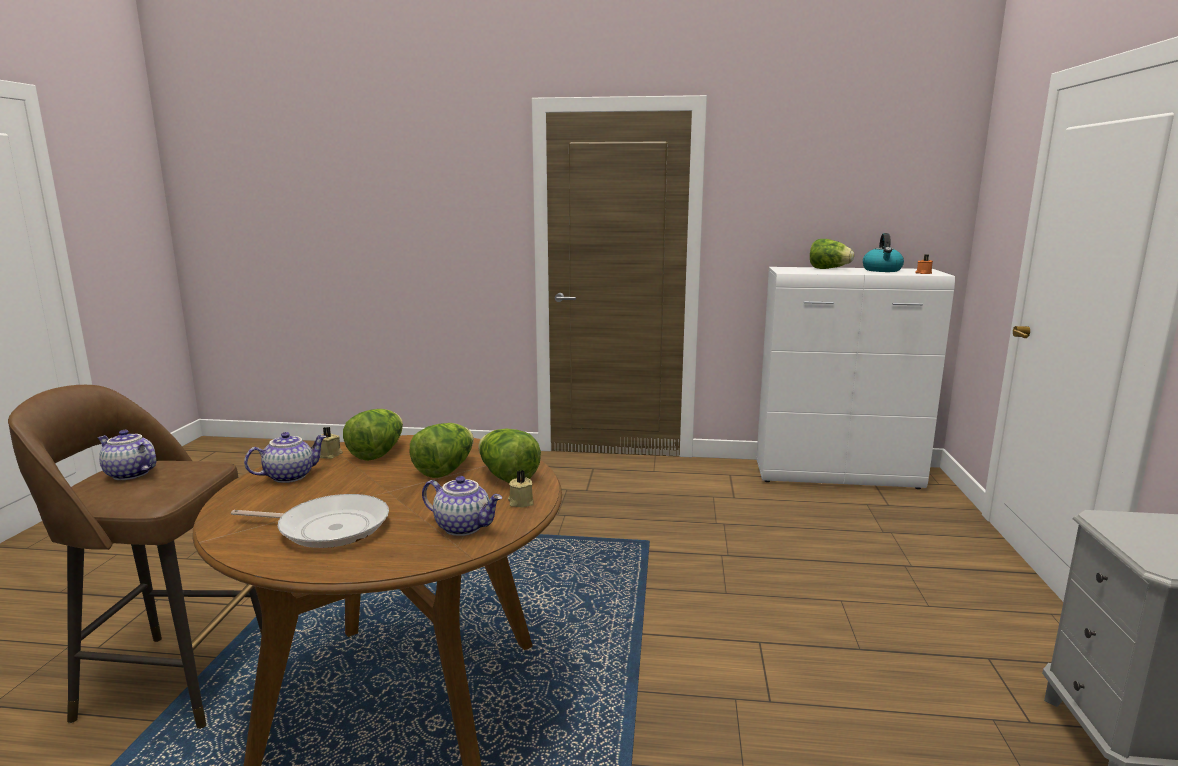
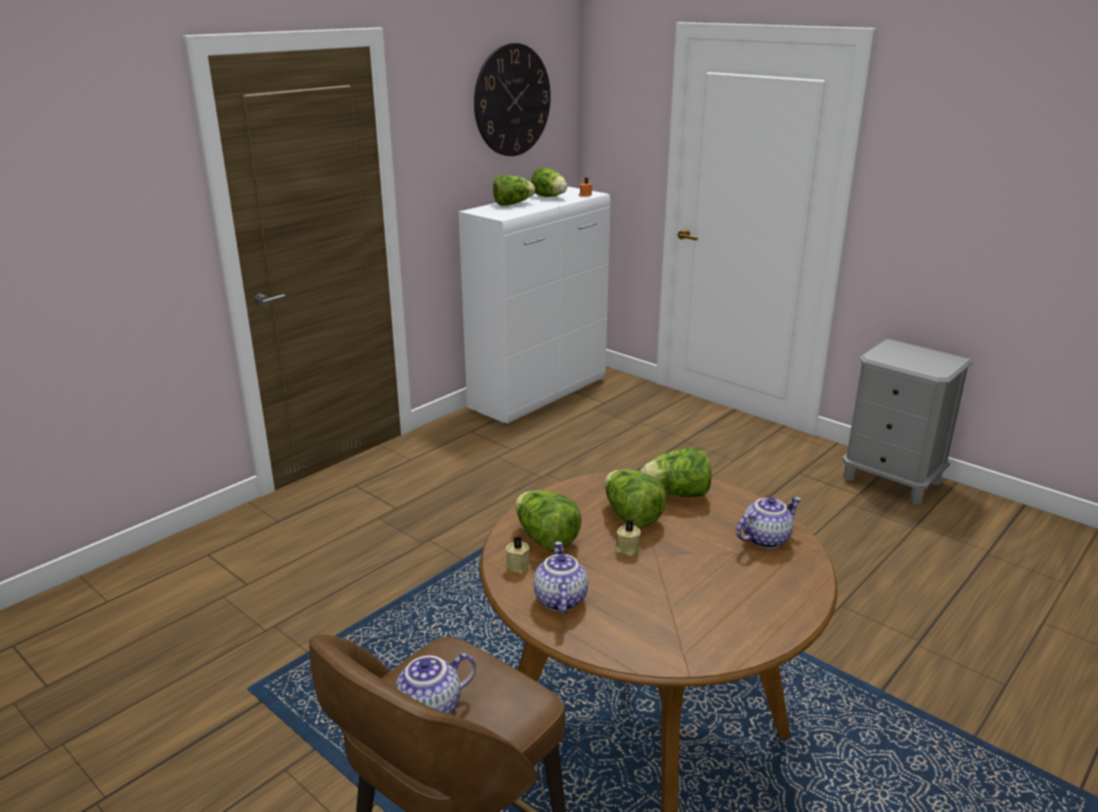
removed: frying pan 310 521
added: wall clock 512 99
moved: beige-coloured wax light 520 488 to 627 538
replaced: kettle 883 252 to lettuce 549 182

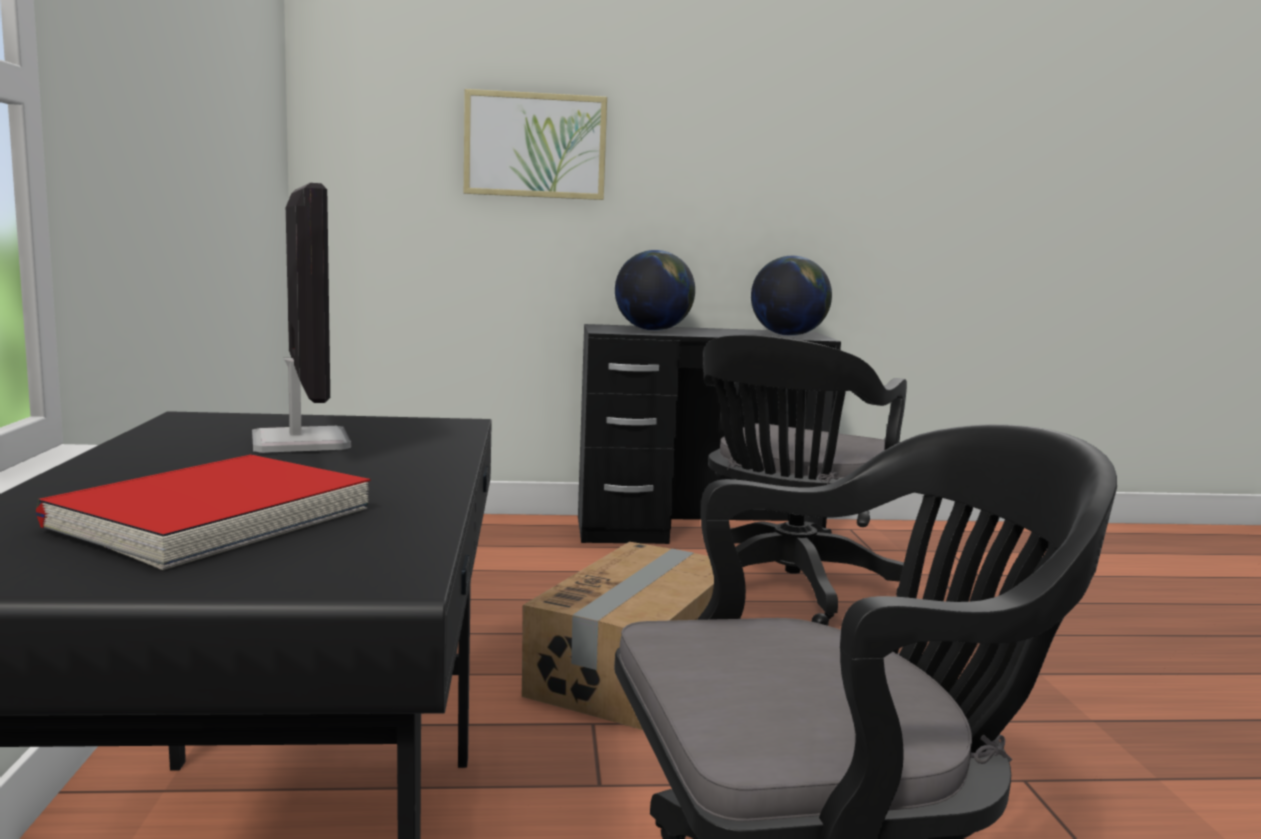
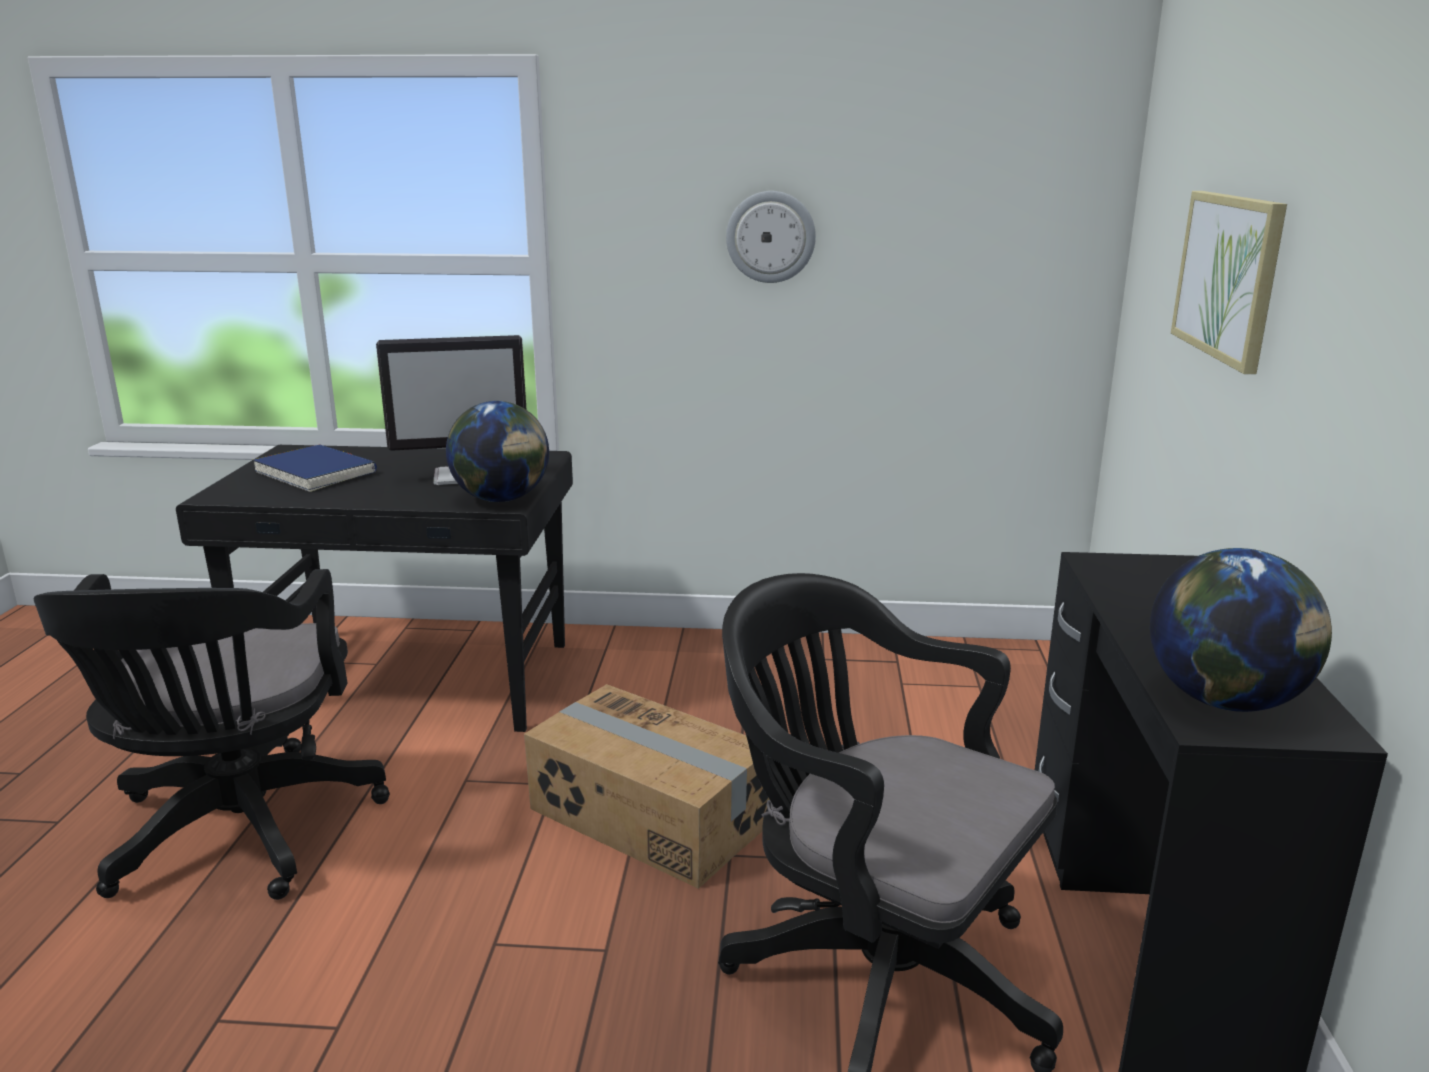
added: wall clock 771 237
moved: world globe 655 290 to 497 451
recoloured: red volume 203 512 to blue-coloured volume 314 468

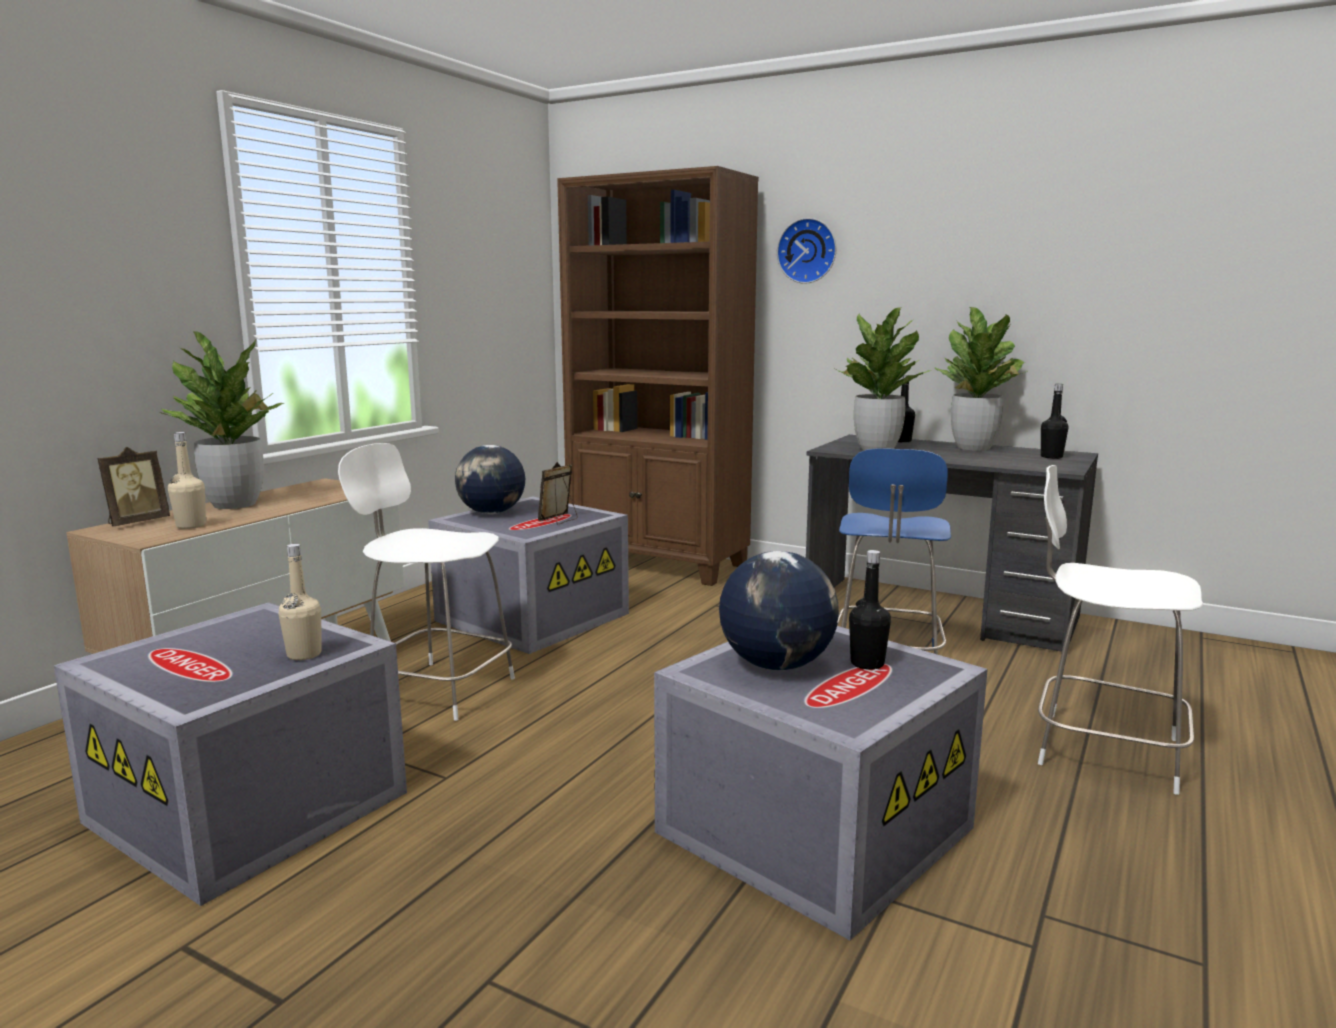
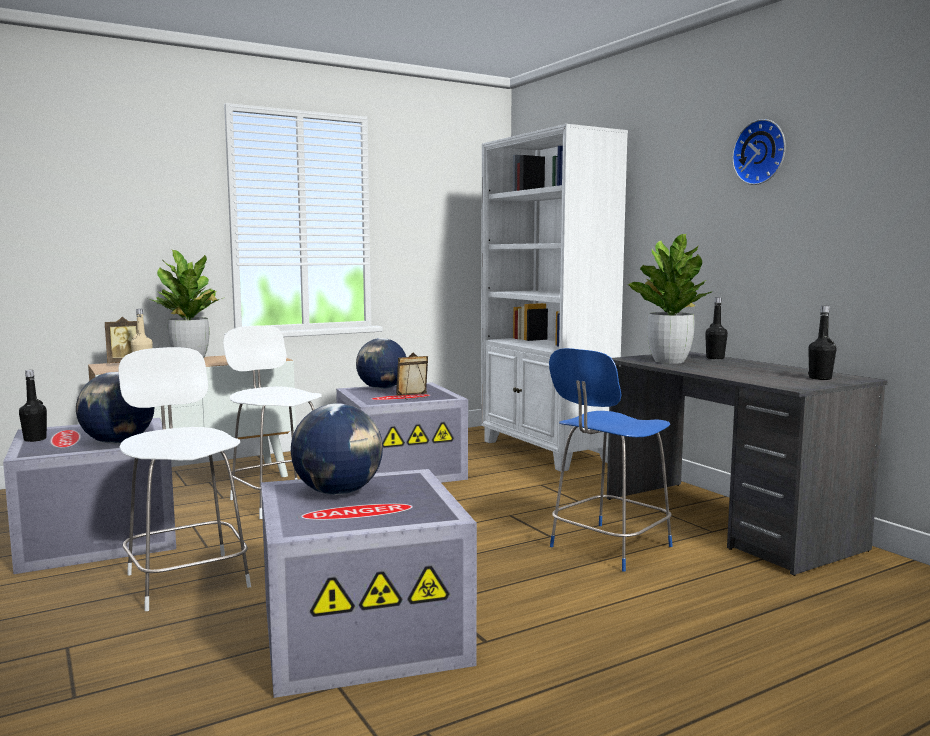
removed: houseplant 980 379
moved: wall clock 806 251 to 759 152; black-coloured bottle 870 610 to 33 406; white-coloured chair 1120 630 to 184 479
replaced: beige-coloured bottle 300 602 to world globe 115 408
recoloured: brown-coloured bookshelf 658 376 to white-coloured bookshelf 554 298

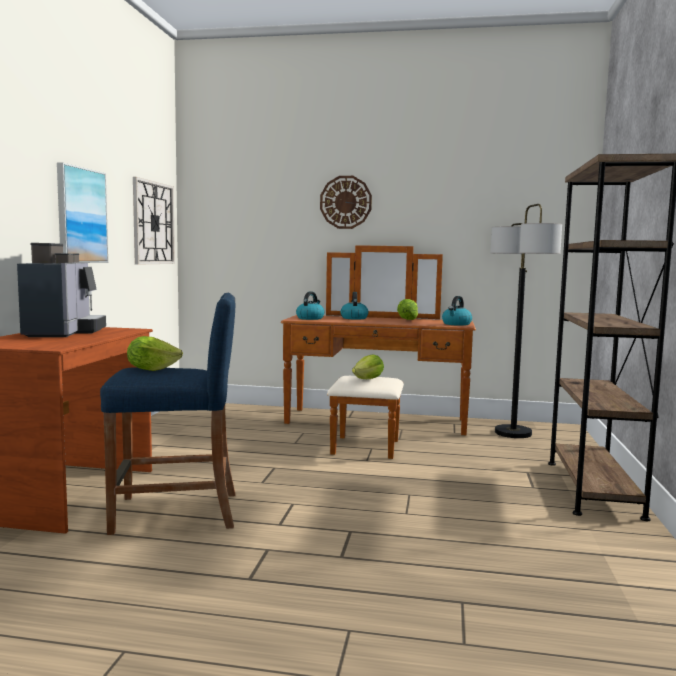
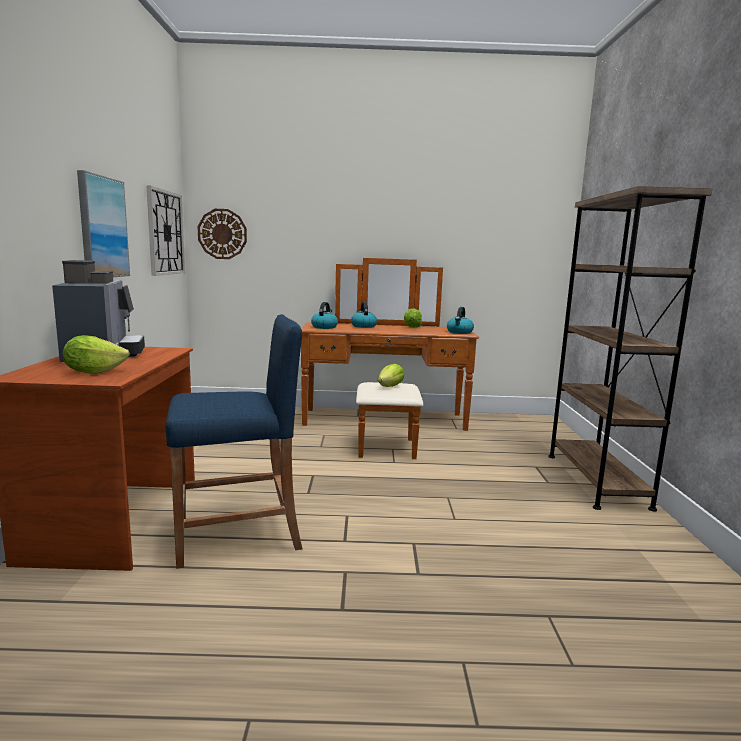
removed: standard lamp 526 321
moved: lettuce 155 353 to 96 354; wall clock 346 202 to 222 234

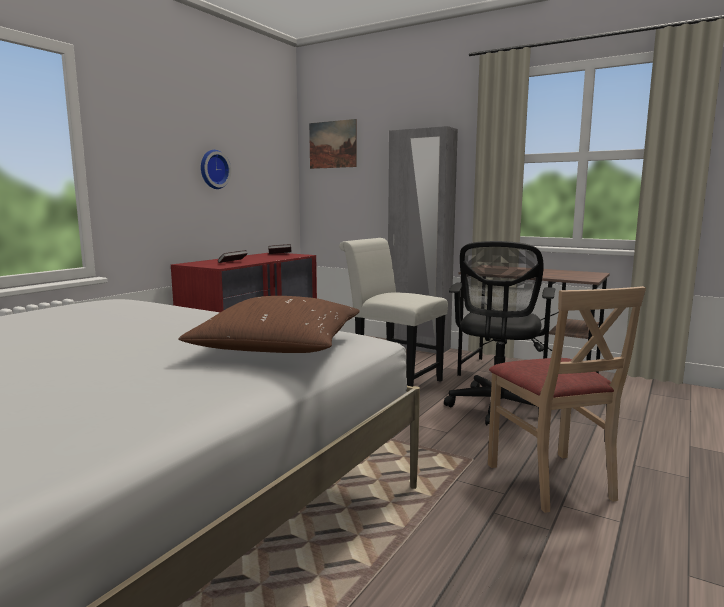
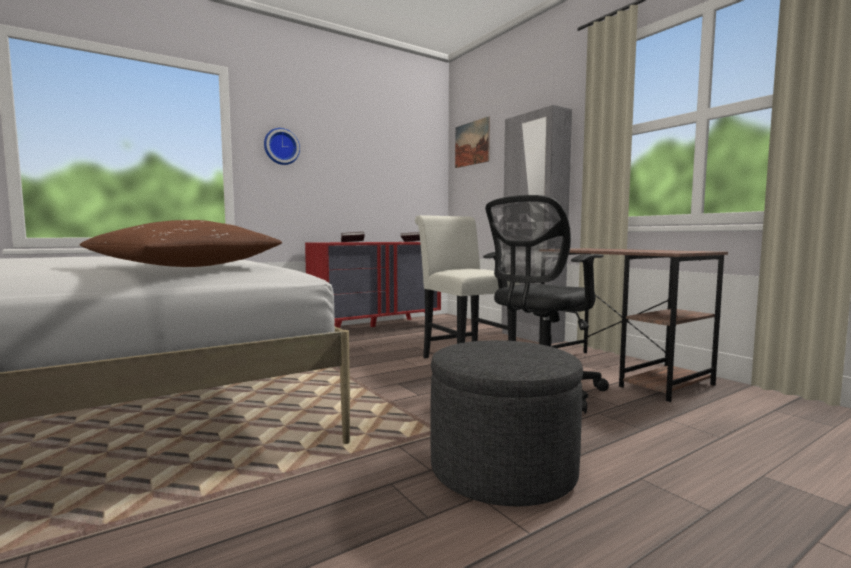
moved: wall clock 216 169 to 282 146
replaced: beige-coloured chair 567 399 to greyish pouffe 506 423

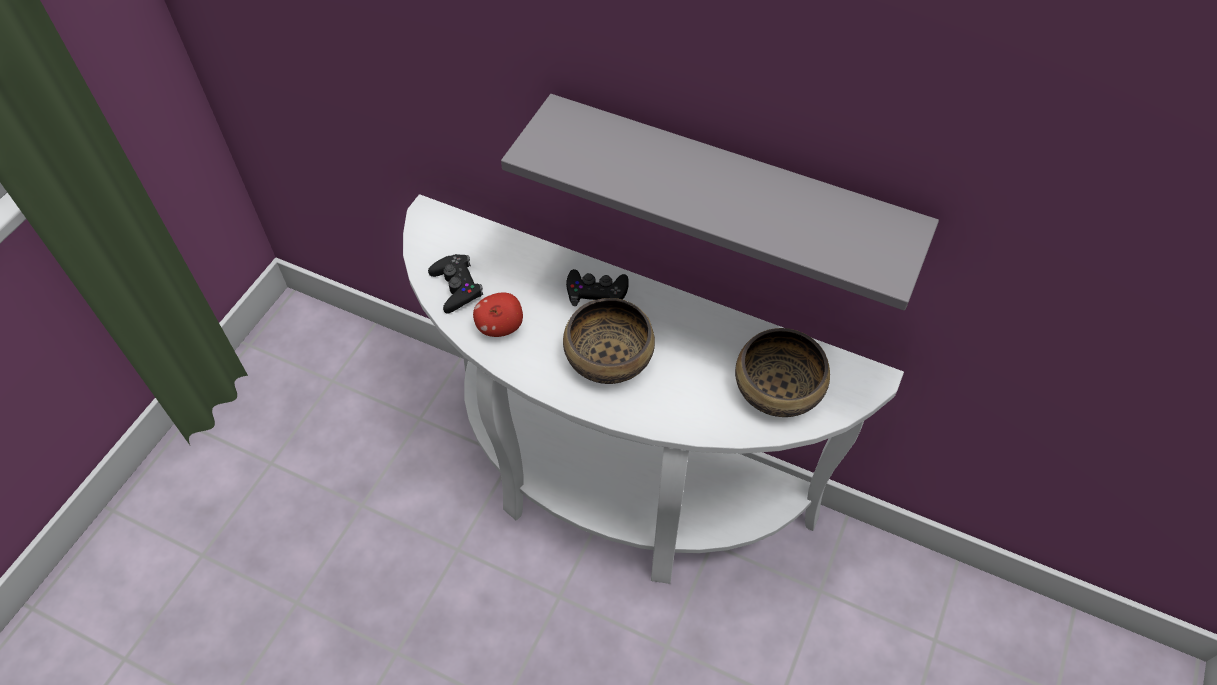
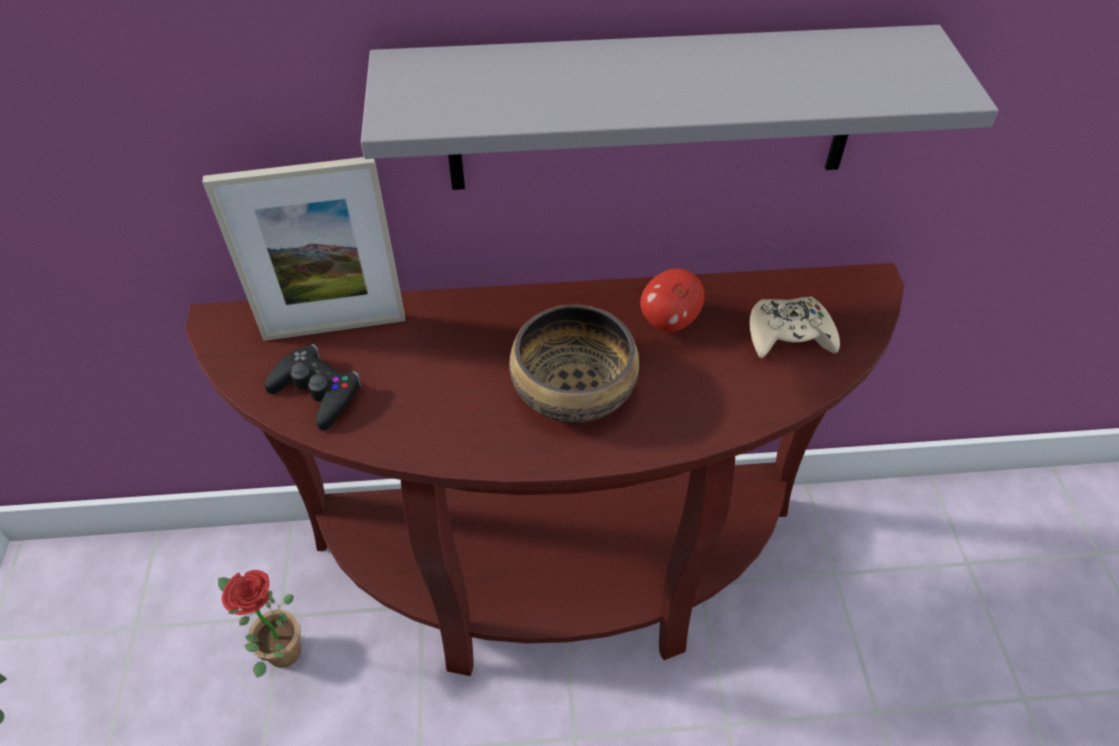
removed: black-coloured joypad 597 287
added: photo frame 304 249; houseplant 259 624
moved: whole apple 498 314 to 672 300
replaced: serving bowl 782 372 to beige-coloured joypad 795 327
recoloured: white-coloured hall table 653 389 to brown-coloured hall table 544 469

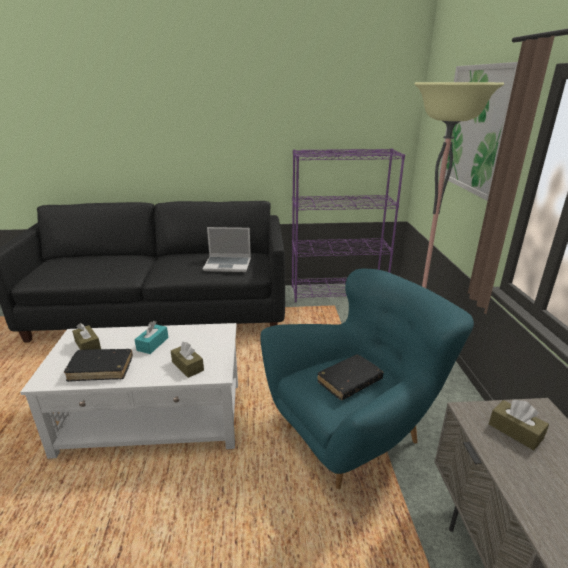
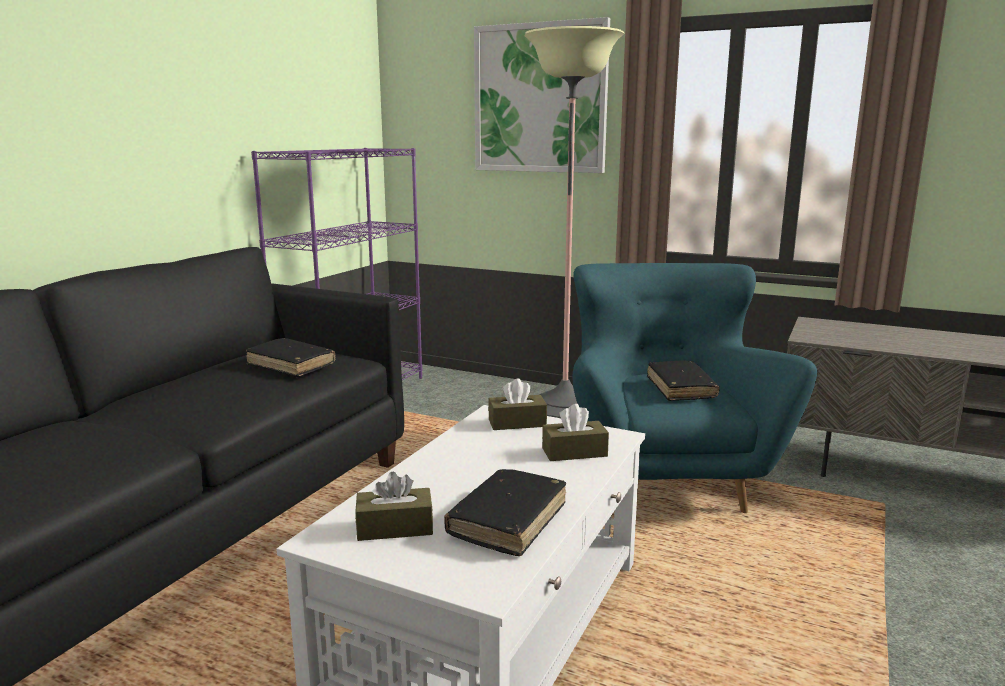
removed: turquoise box of tissues 151 337
moved: brown-coloured box of tissues 519 424 to 517 404
replaced: portable computer 227 249 to black-coloured volume 291 357

